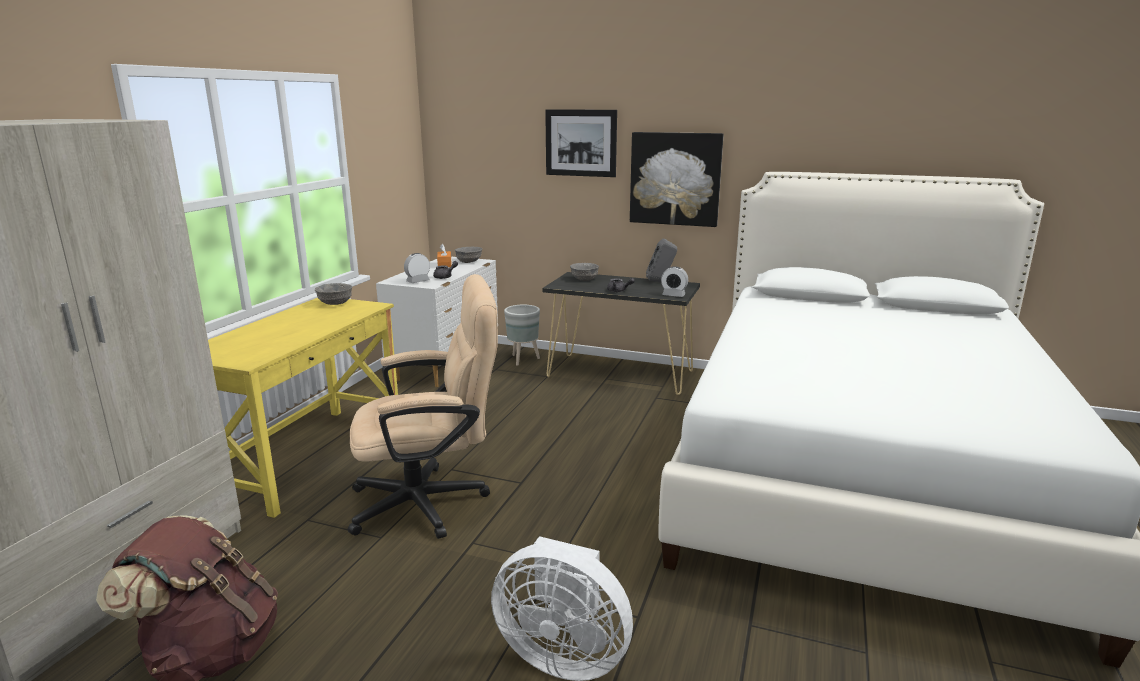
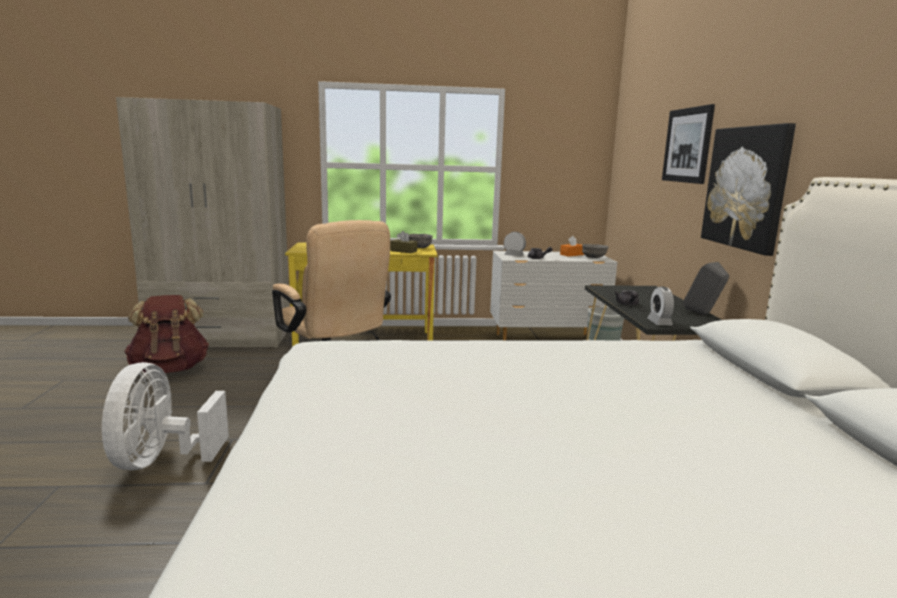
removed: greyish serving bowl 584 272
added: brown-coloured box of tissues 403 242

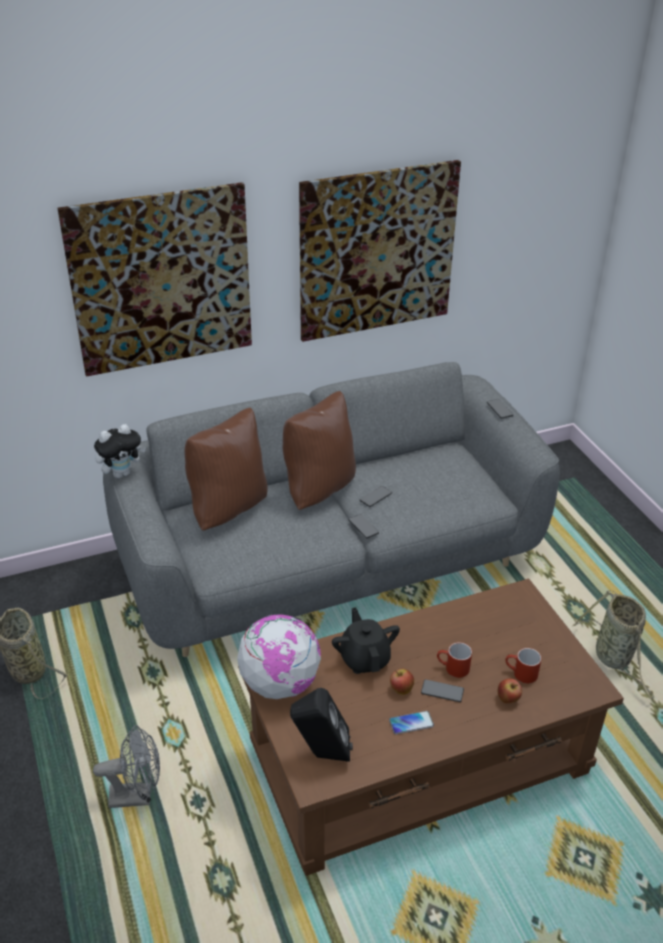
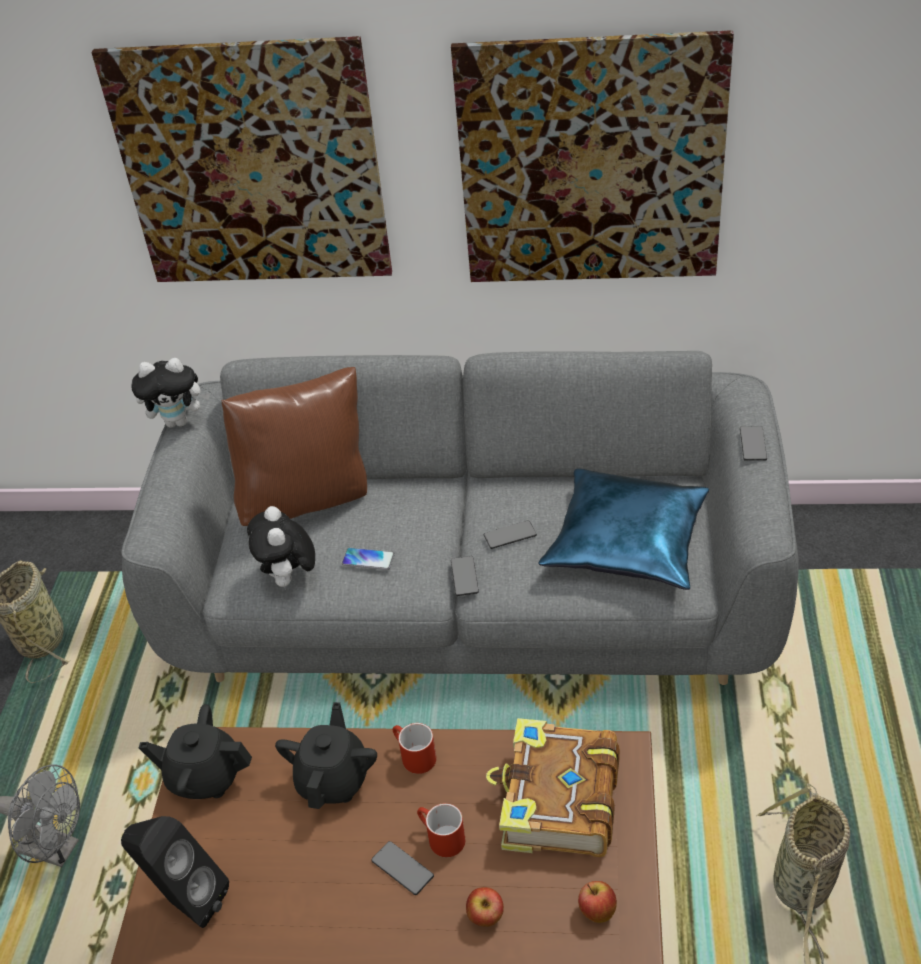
removed: brown-coloured throw pillow 319 450
added: plush toy 281 546; volume 553 787; blue-coloured throw pillow 623 529
moved: telephone 411 723 to 368 559; whole apple 402 682 to 597 902; red tea mug 523 666 to 414 748
replaced: world globe 279 657 to black-coloured pot for tea 195 751

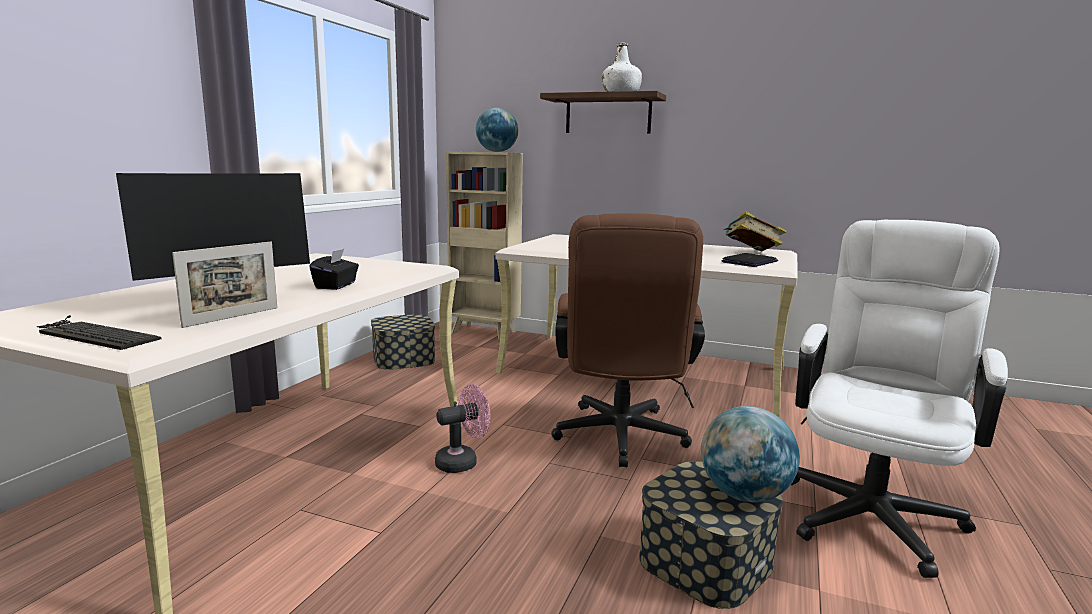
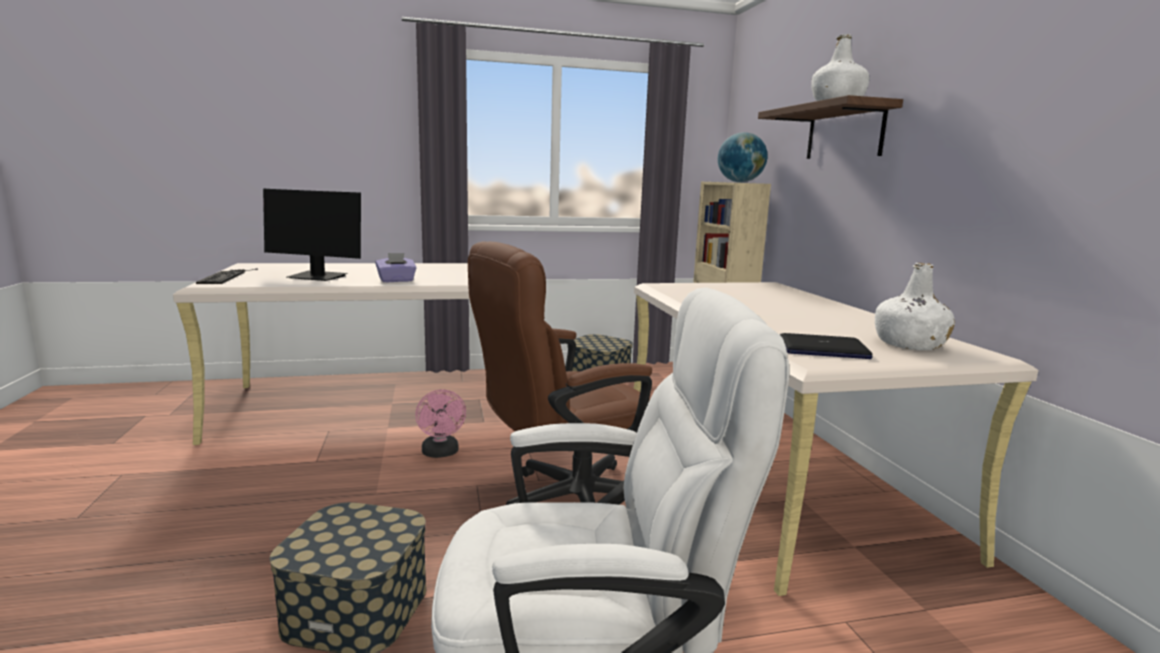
removed: photo frame 224 285; world globe 750 454
replaced: volume 755 231 to white-coloured bottle 915 306
recoloured: black-coloured box of tissues 334 269 to purple-coloured box of tissues 395 267
turned: pink-coloured fan 462 428 = 440 424 45 degrees clockwise

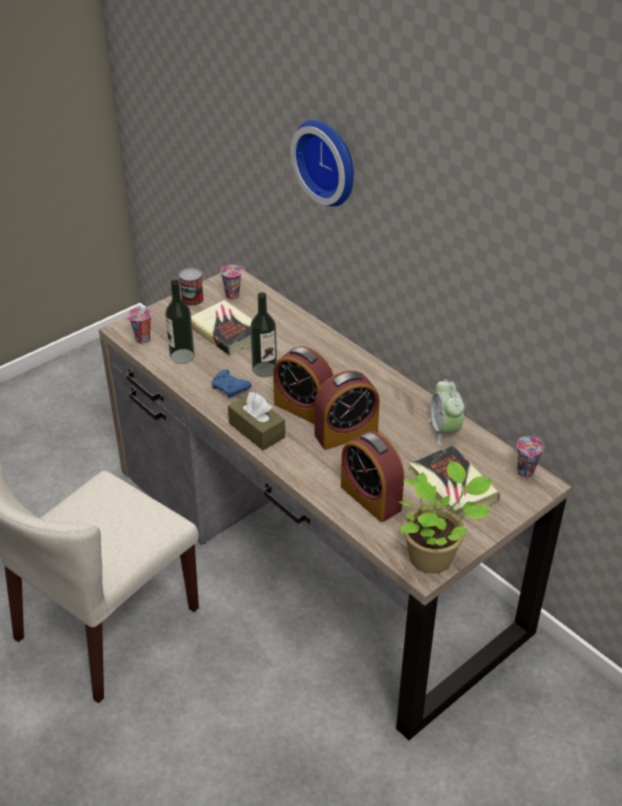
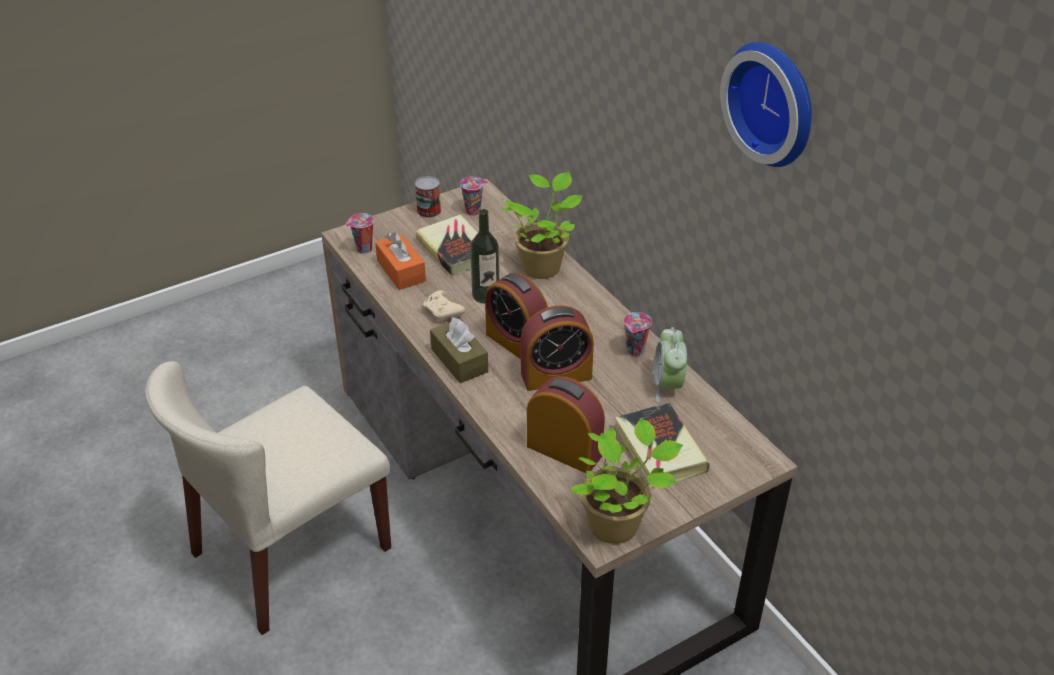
added: houseplant 542 225
moved: wall clock 322 163 to 766 104; small cup 530 457 to 637 334
replaced: bottle 180 321 to orangey box of tissues 400 261
recoloured: blue-coloured joypad 231 383 to beige-coloured joypad 444 306
turned: alarm clock 372 476 = 566 424 150 degrees clockwise

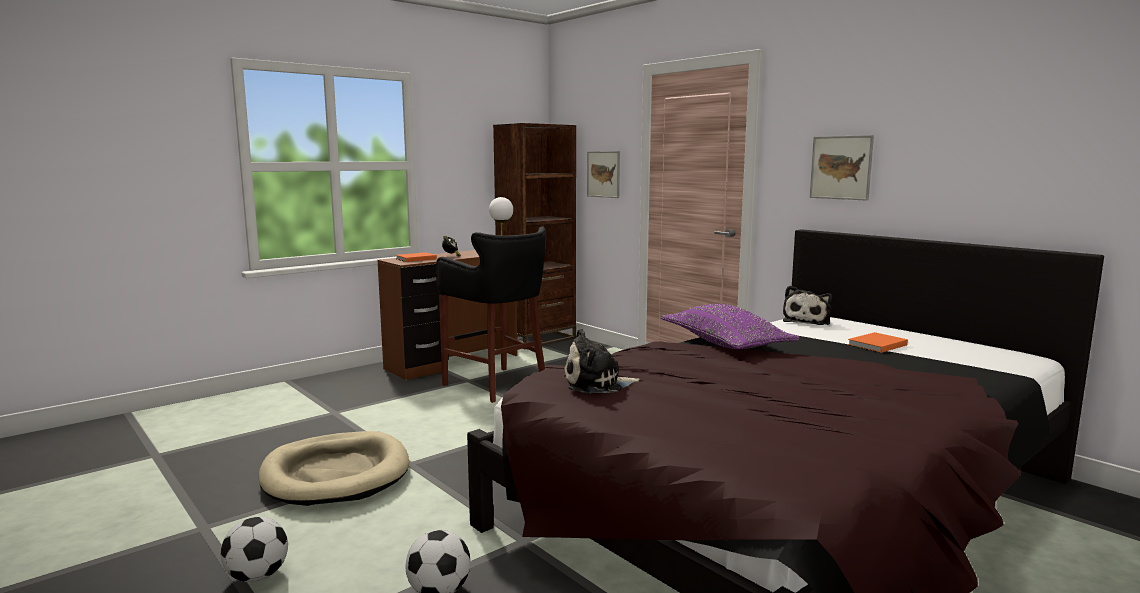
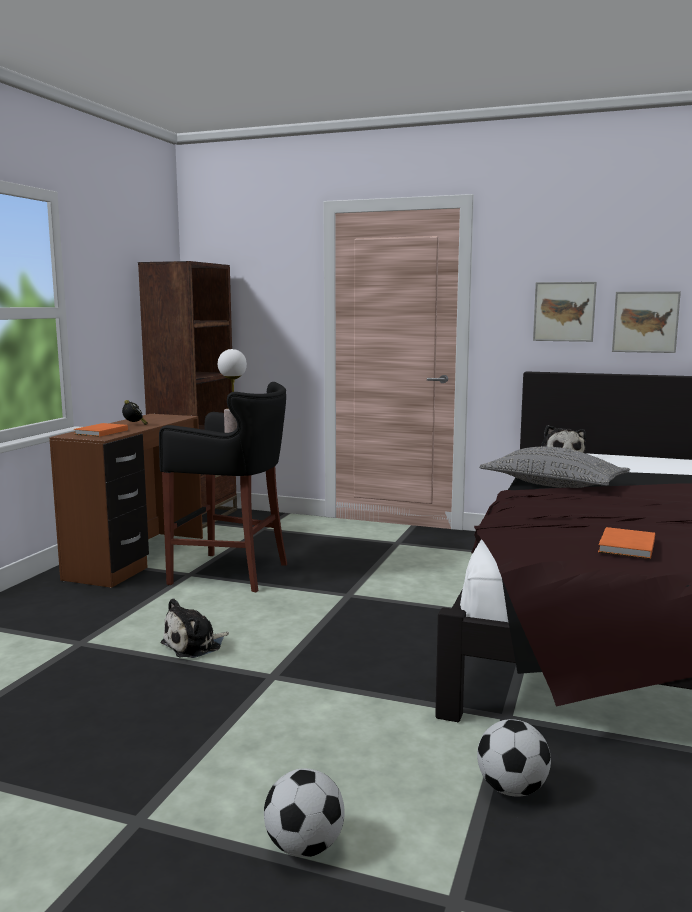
removed: beige-coloured dog bed 334 468
moved: plush toy 602 360 to 194 628; picture 603 174 to 646 322; orangey volume 878 342 to 626 543
recoloured: purple-coloured throw pillow 730 326 to greyish throw pillow 554 467

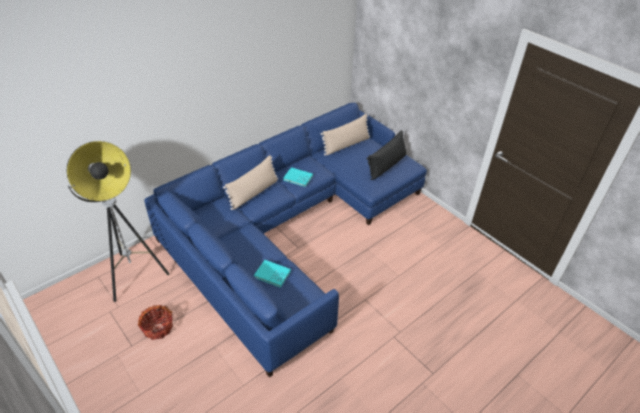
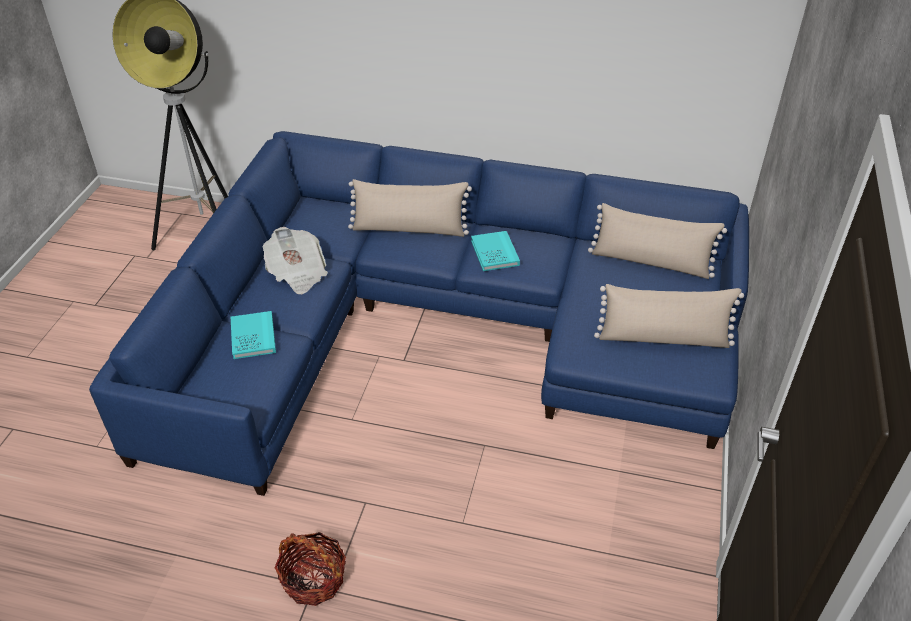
added: daily paper 295 260
moved: storage basket 155 322 to 310 569
recoloured: black-coloured throw pillow 386 155 to beige-coloured throw pillow 669 316

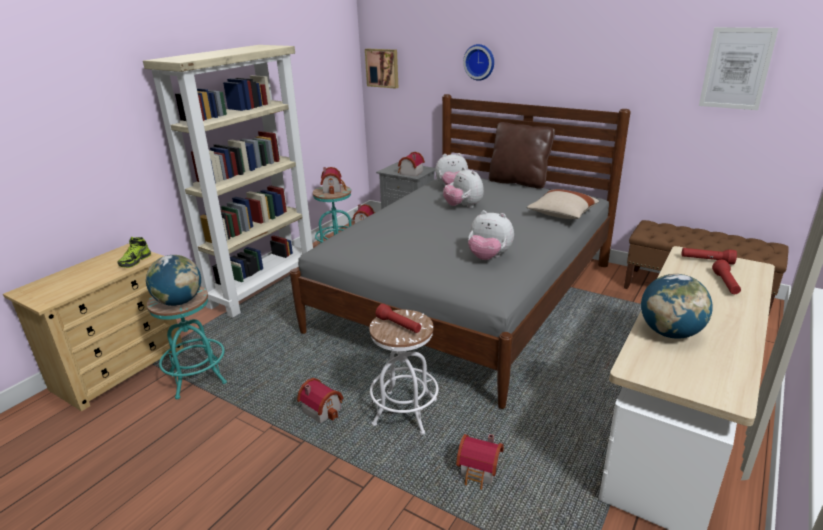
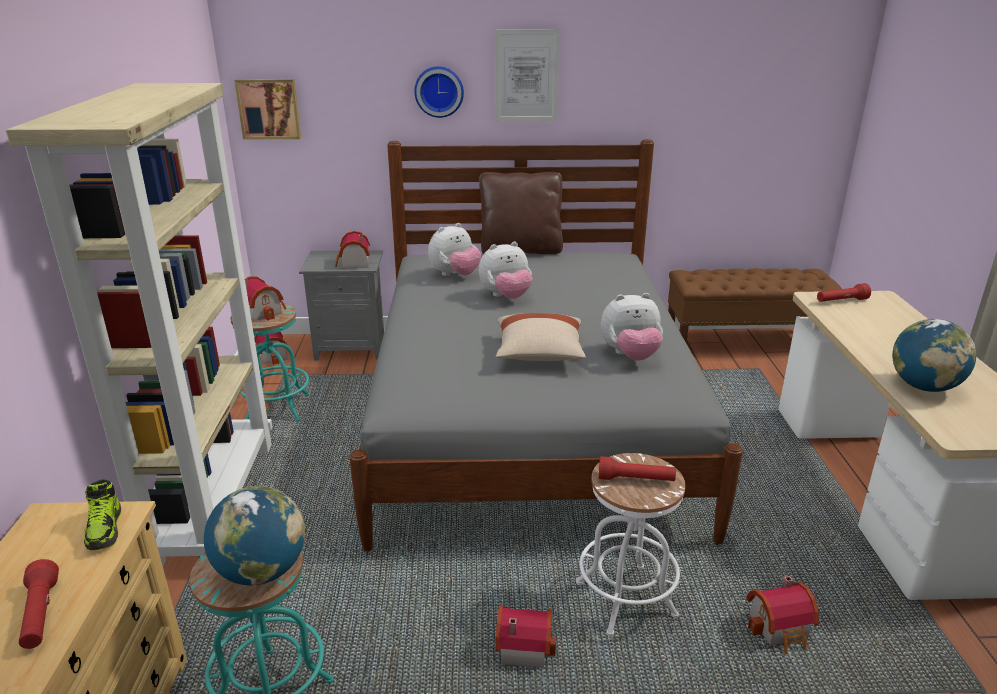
moved: beige-coloured throw pillow 563 204 to 541 337; picture 739 68 to 528 75; red hand torch 726 277 to 39 604
turned: plush toy 463 187 = 505 270 45 degrees counterclockwise

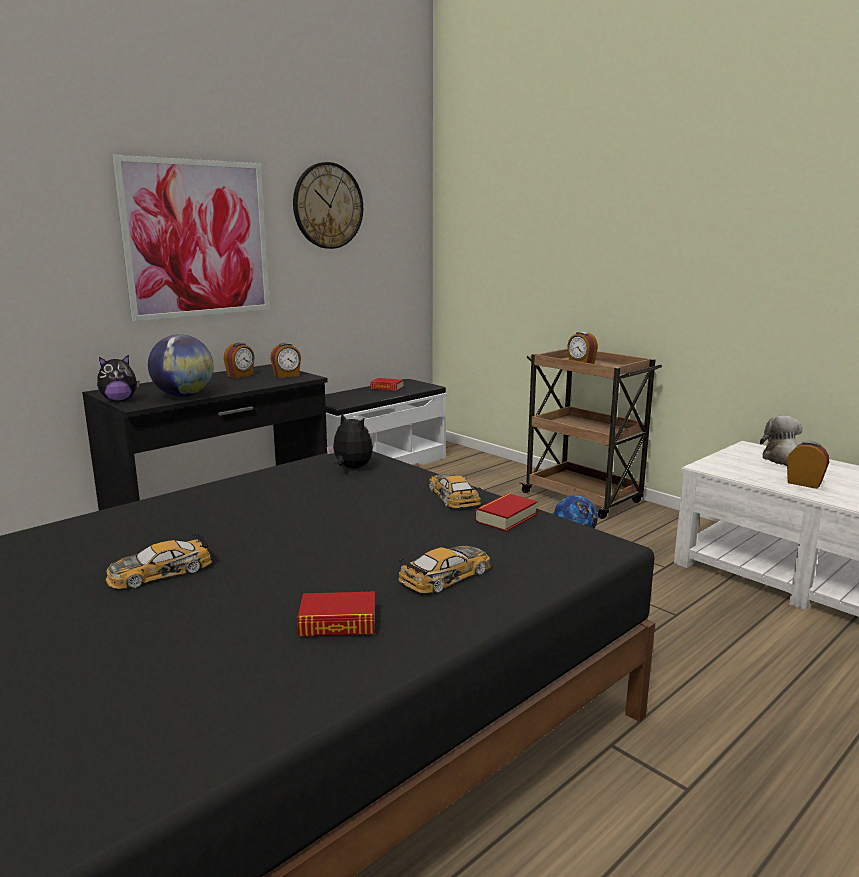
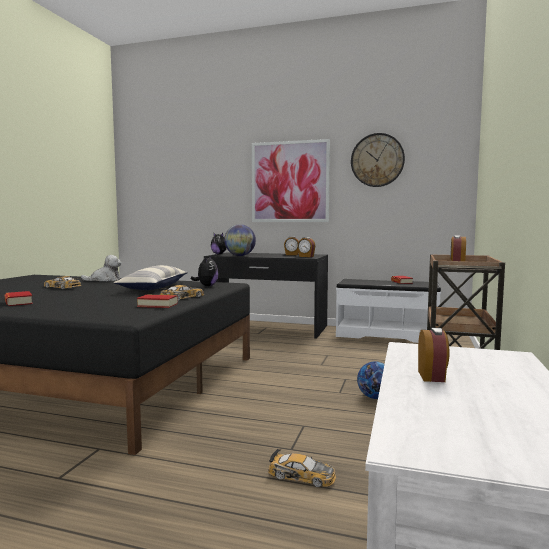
added: throw pillow 151 277
moved: miniature car 444 569 to 302 468; plush toy 781 441 to 101 268

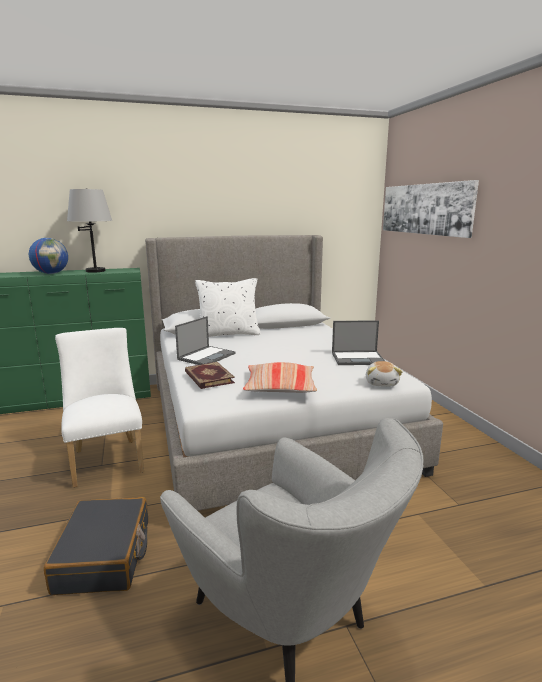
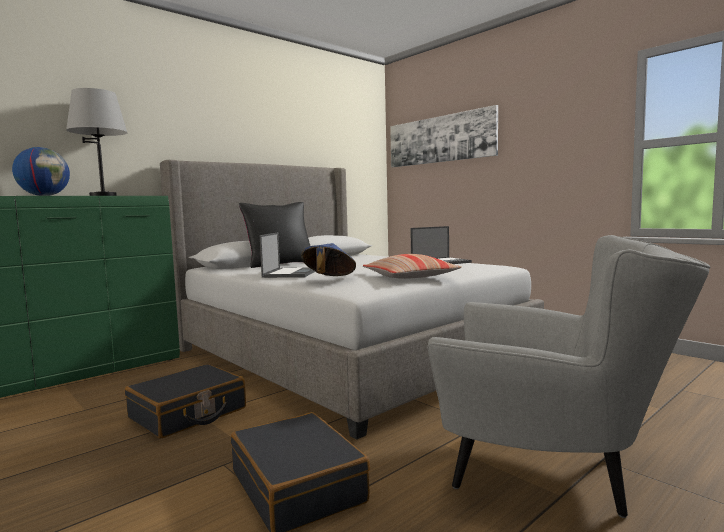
removed: plush toy 384 374
replaced: white-coloured chair 99 408 to black-coloured travel case 185 401; volume 210 375 to blue-coloured clothing hat 328 259
recoloured: white-coloured throw pillow 228 307 to black-coloured throw pillow 274 235

